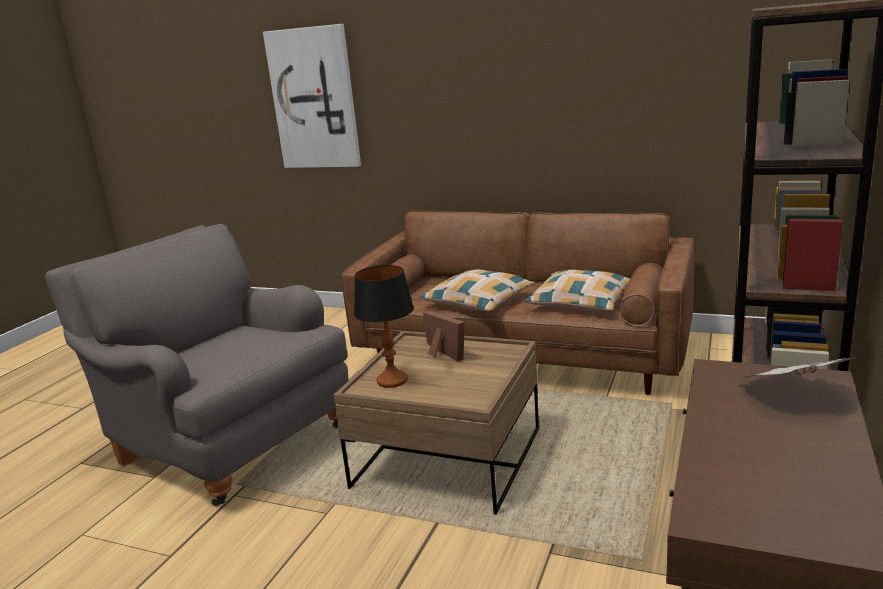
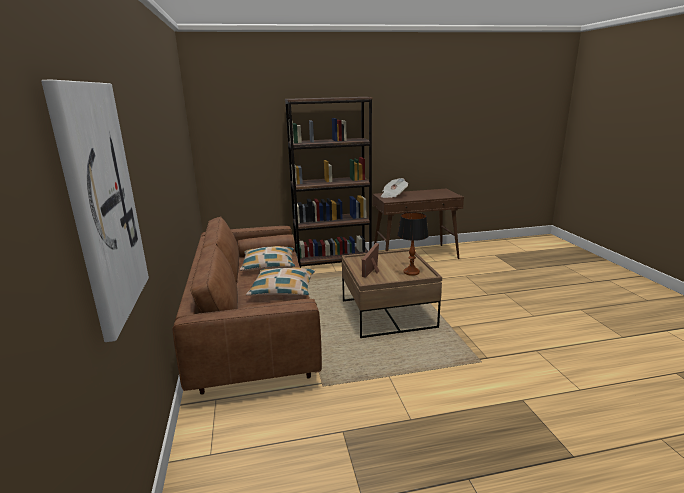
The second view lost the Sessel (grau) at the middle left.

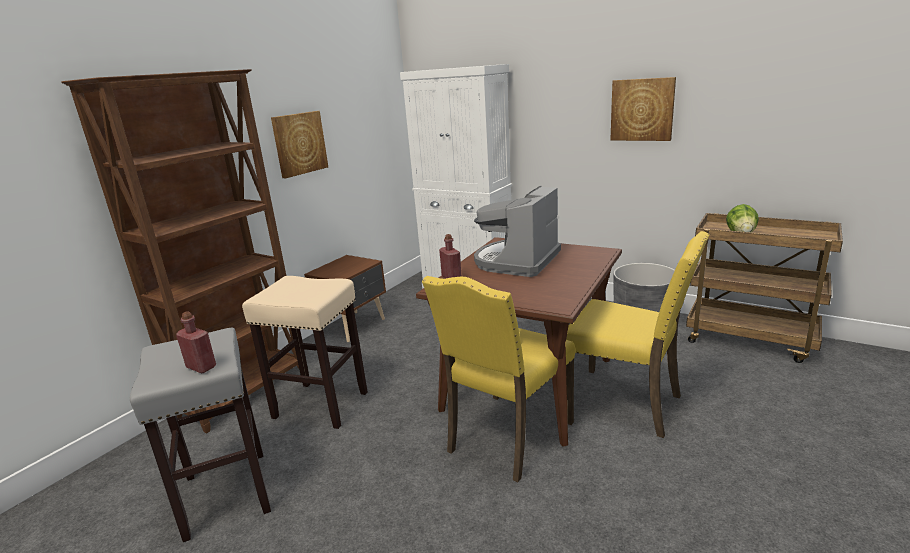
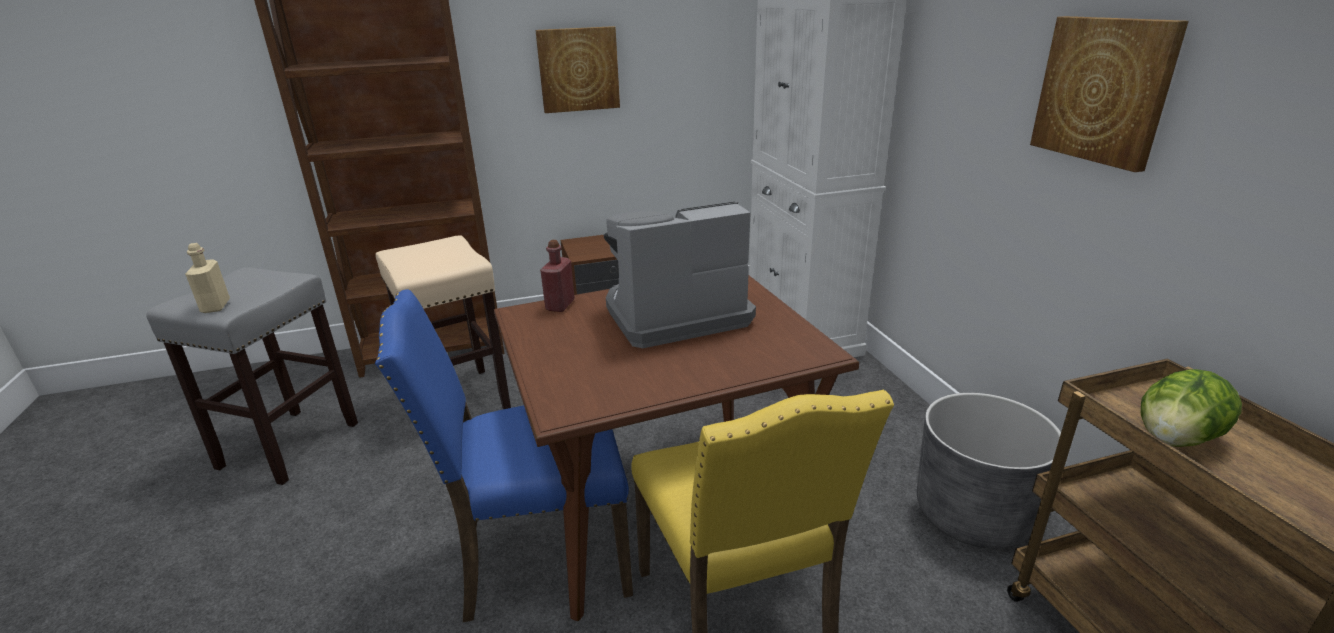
What was the Flasche (rot) (no. 1 from left) at the middle left turned into the Flasche (beige) at the middle left. What was the Stuhl (gelb) (no. 1 from left) at the bottom centre turned into the Stuhl (blau) at the bottom centre.

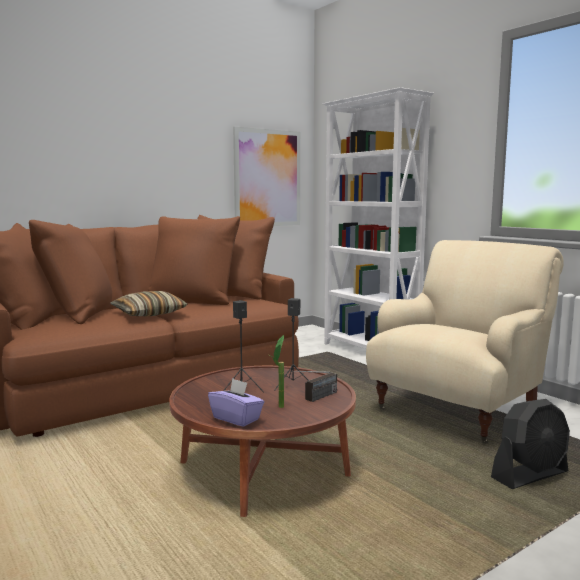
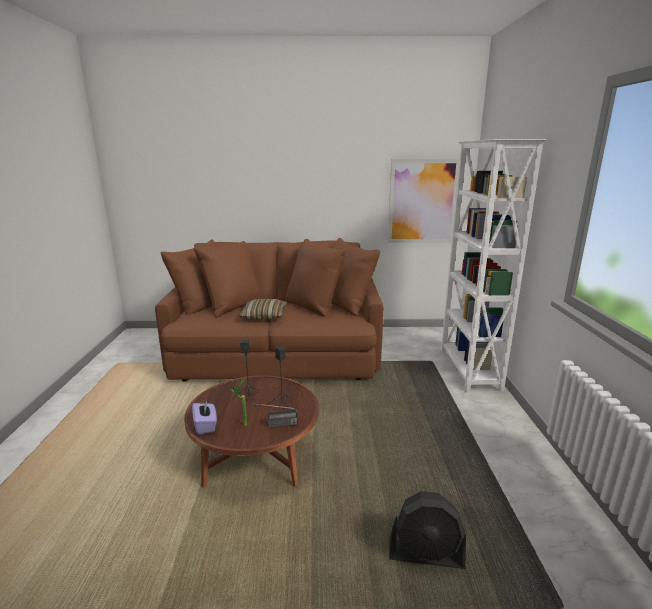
The second view lost the Sessel (beige) at the middle right.

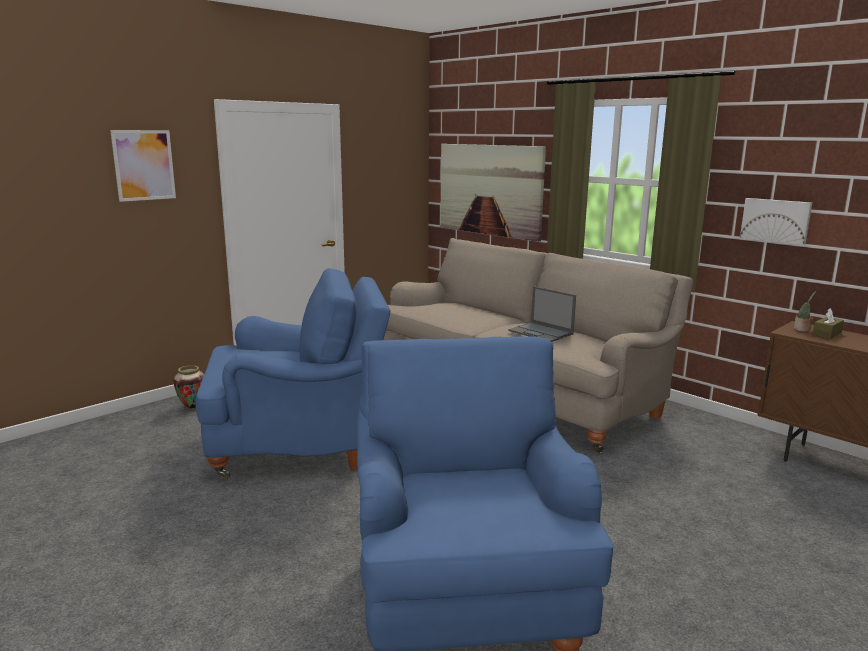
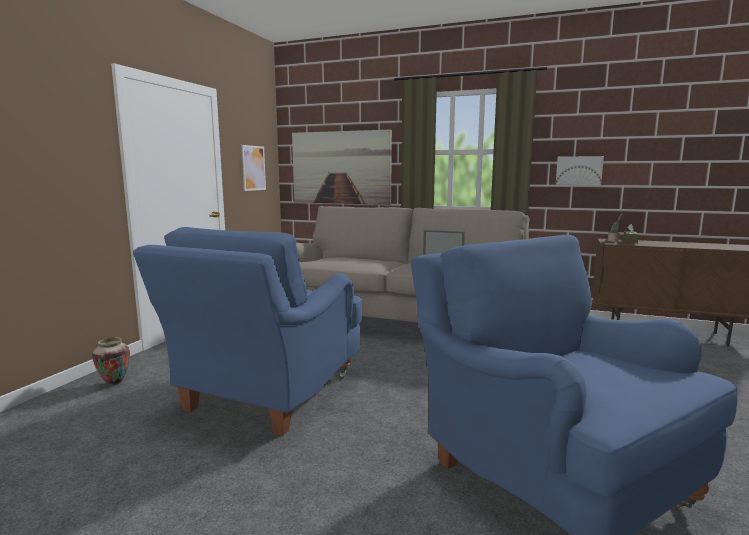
The Bild (no. 1 from left) ended up elsewhere, having gone from the top left to the top centre. The Sessel (blau) (no. 1 from left) at the centre ended up facing another way, 150 degrees clockwise from before.

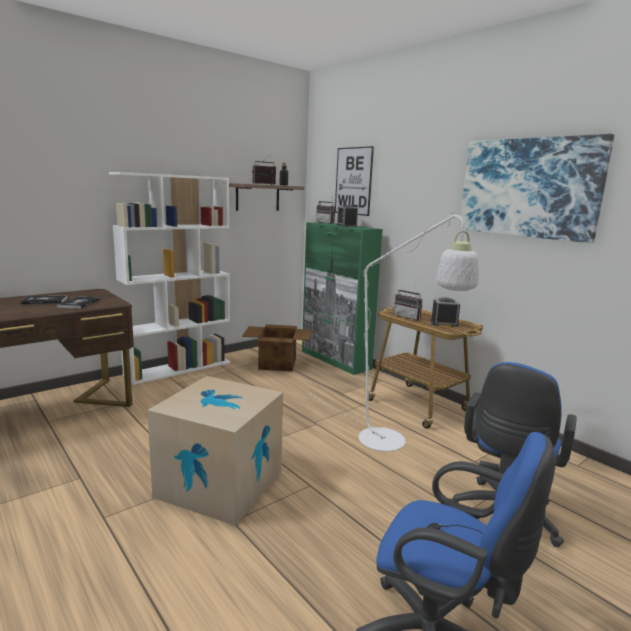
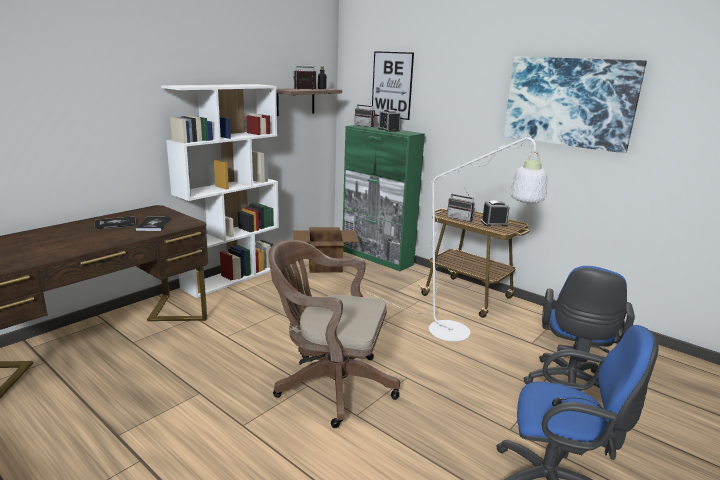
Where the Karton (no. 1 from left) stood at the bottom centre, the Bürostuhl (braun) came to stand at the bottom centre.

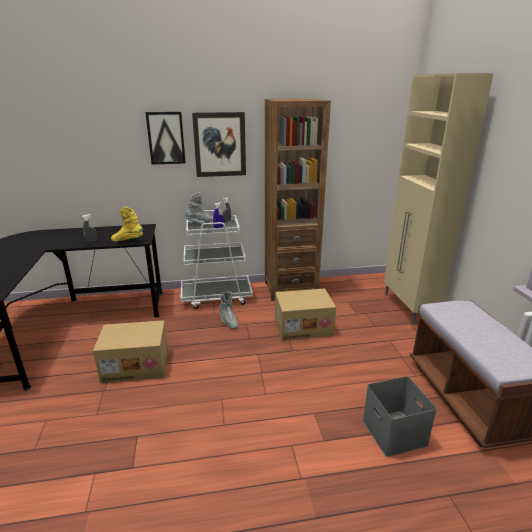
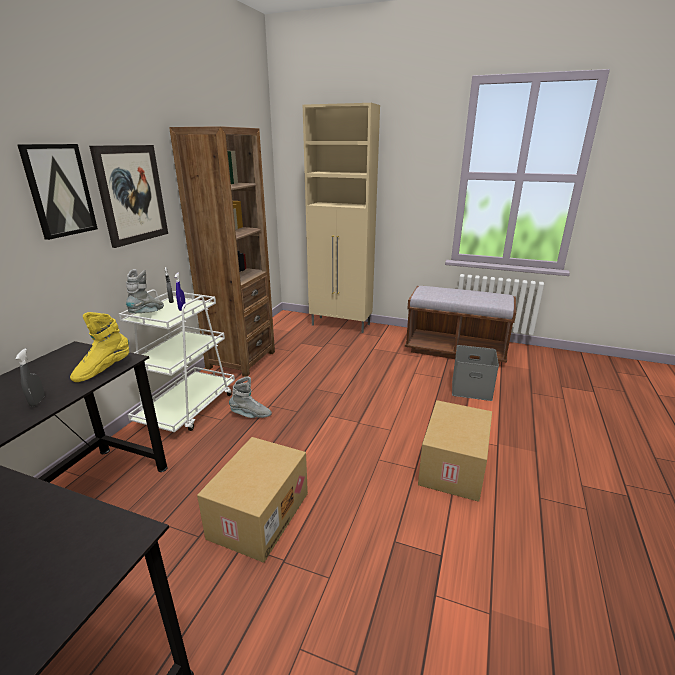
The Karton (no. 2 from left) ended up elsewhere, having gone from the centre to the bottom right.

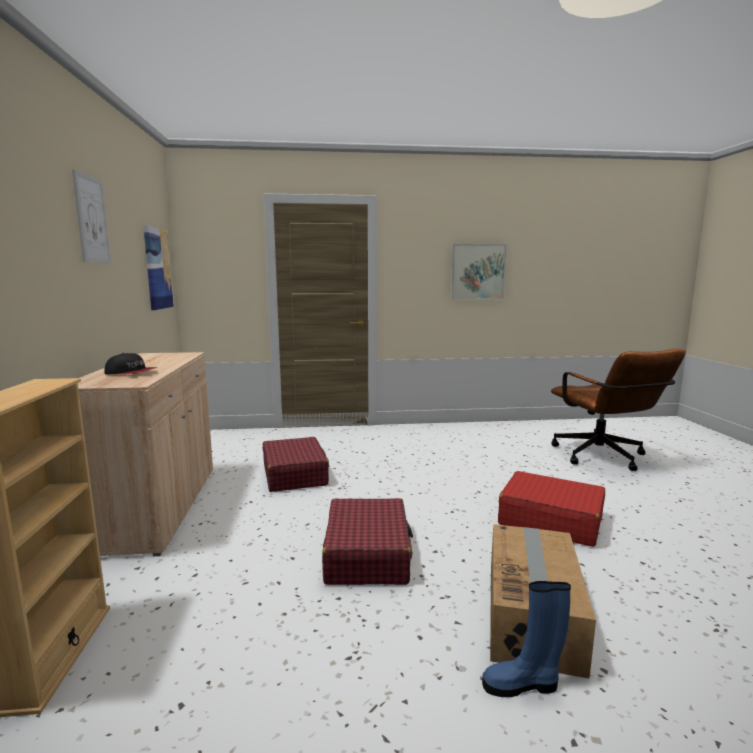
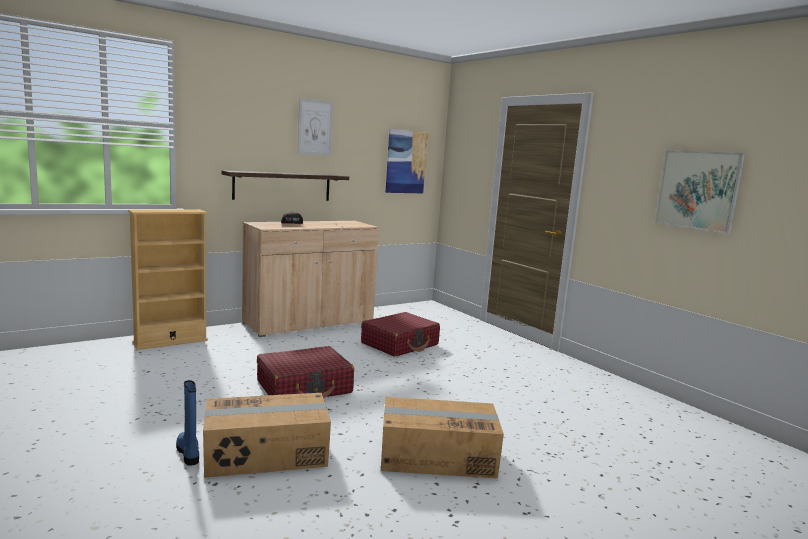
Where the Koffer (rot) (no. 3 from left) stood at the bottom right, the Karton (no. 2 from left) came to stand at the bottom centre. The second view lost the Bürostuhl (braun) at the middle right. The second view gained the Wandregal at the centre.

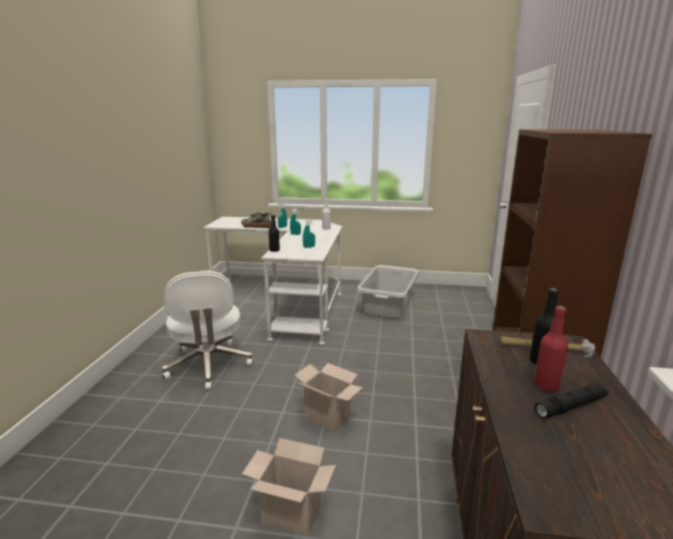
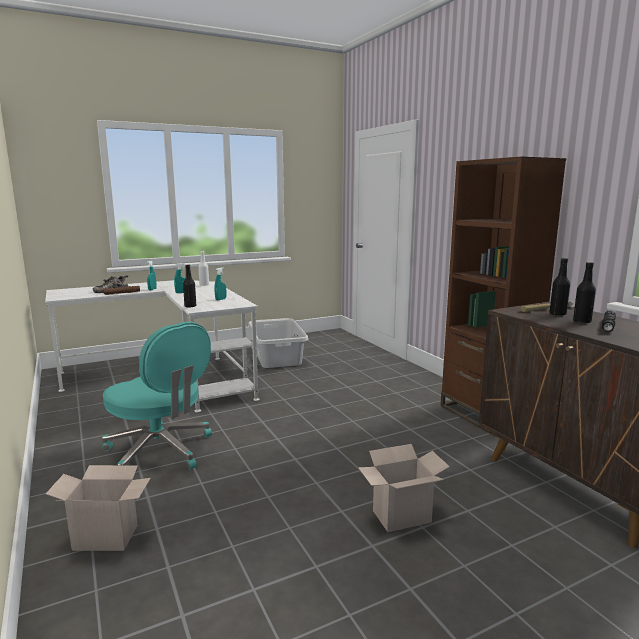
What was the Bürostuhl (weiß) at the middle left turned into the Bürostuhl (türkis) at the middle left. The Karton (no. 2 from left in the first image) ended up elsewhere, having gone from the bottom centre to the bottom left. What was the Flasche (rot) at the middle right turned into the Flasche (schwarz) (no. 3 from left) at the middle right.

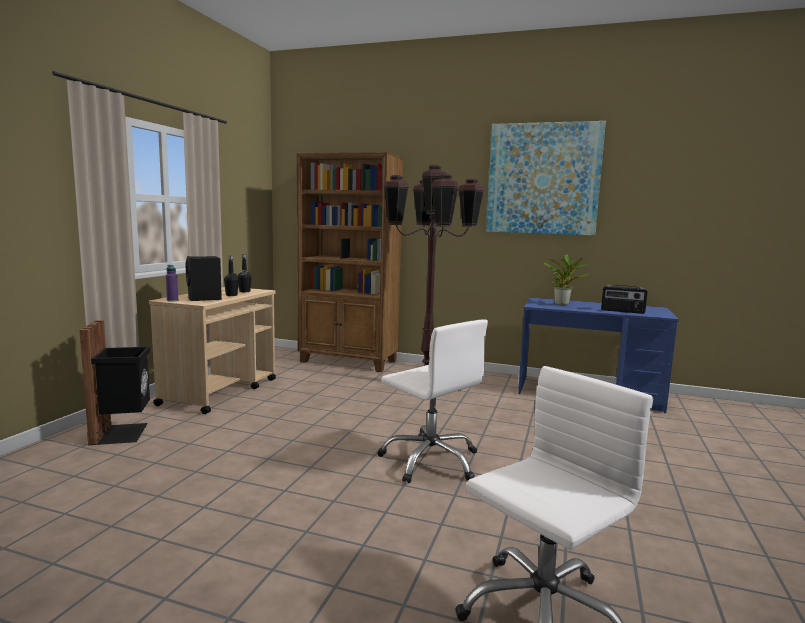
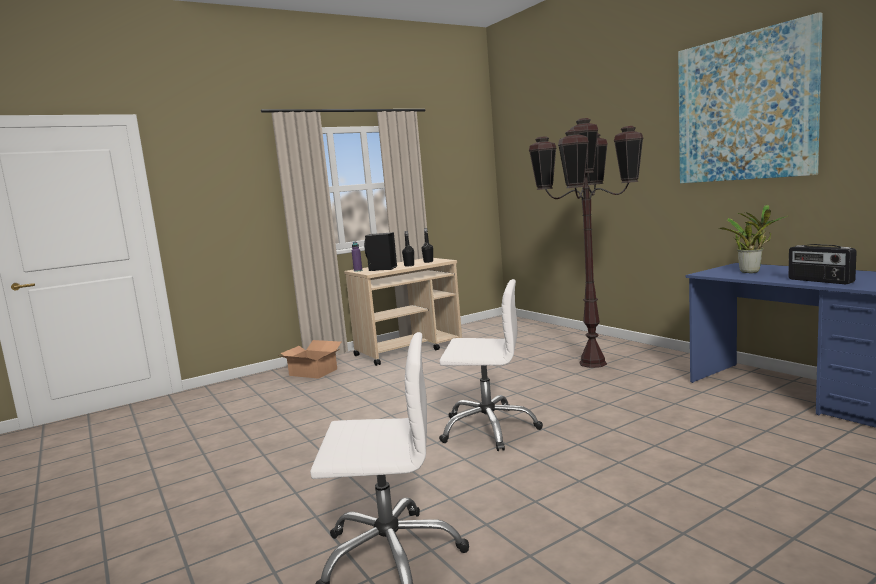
Where the Mülleimer (schwarz) stood at the middle left, the Karton came to stand at the centre. The second view lost the Bücherregal (braun) at the centre. The Bürostuhl (weiß) (no. 1 from left in the first image) at the centre ended up facing another way, 75 degrees counterclockwise from before.

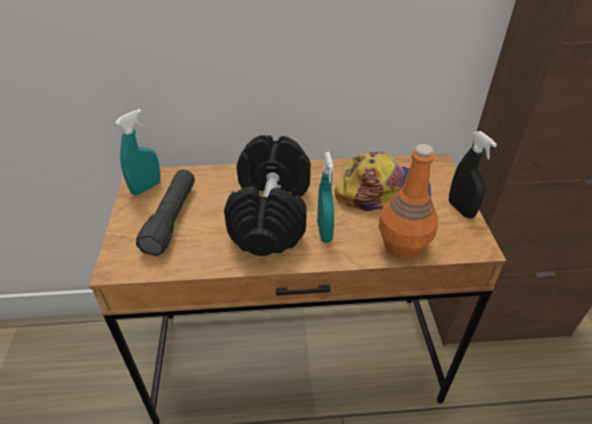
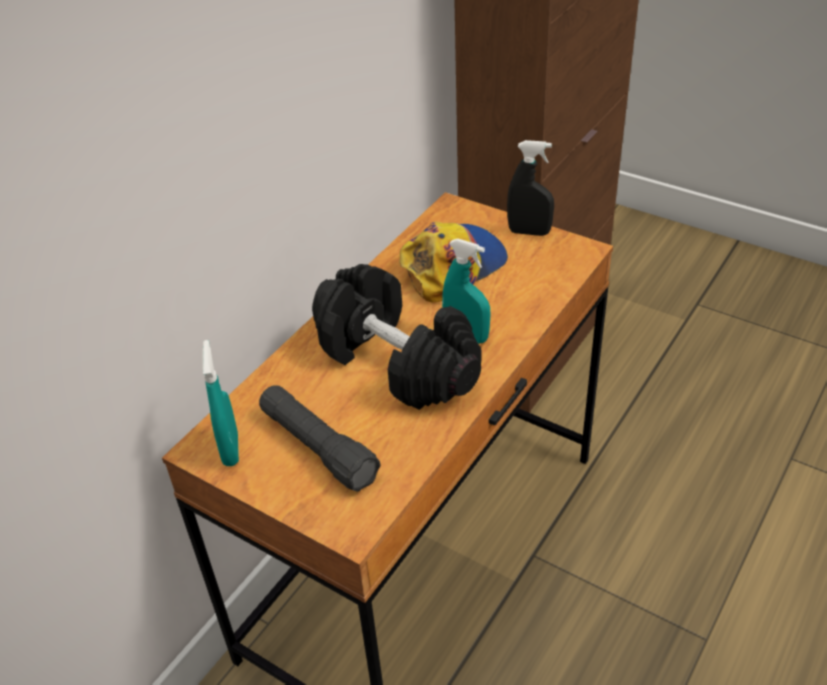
The second view lost the Flasche (orange) at the middle right.

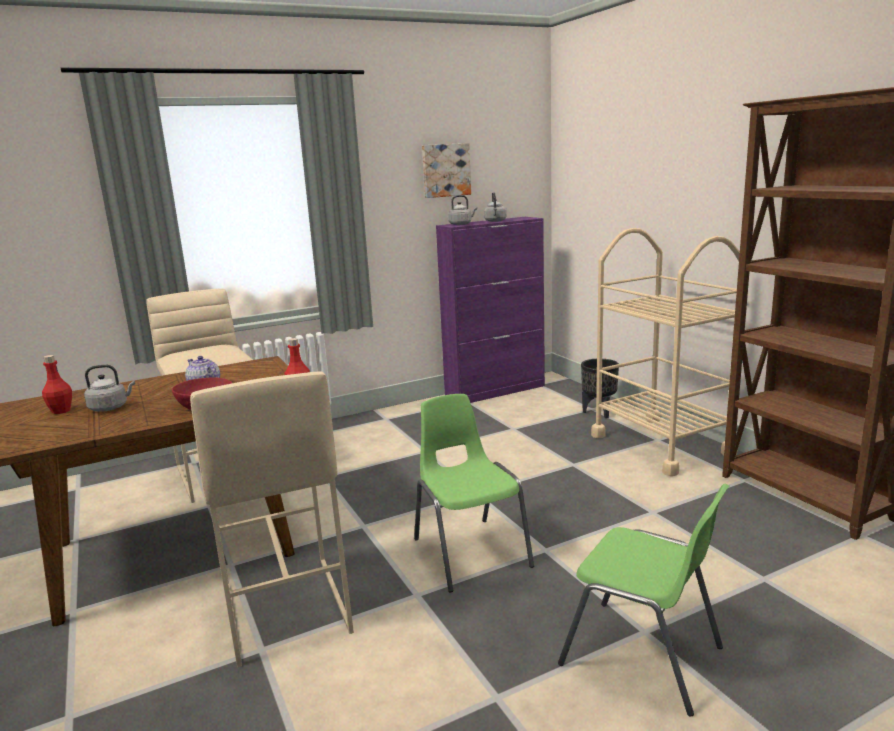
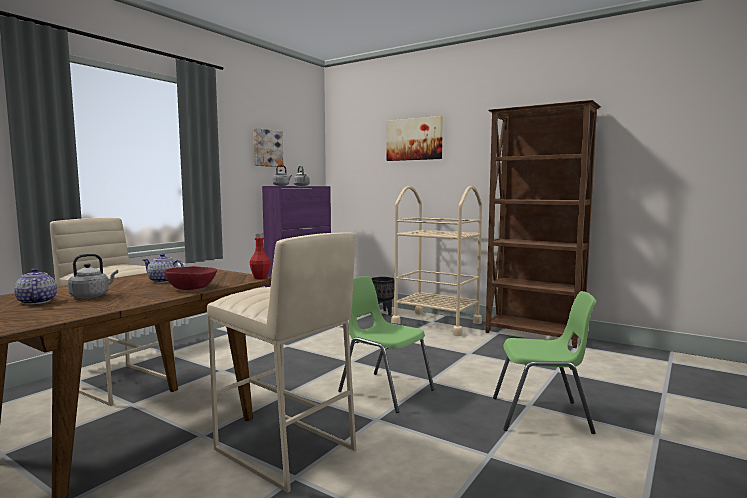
Where the Flasche (rot) (no. 1 from left) stood at the middle left, the Teekanne (no. 1 from left) came to stand at the middle left. The second view gained the Bild (no. 2 from left) at the top centre.

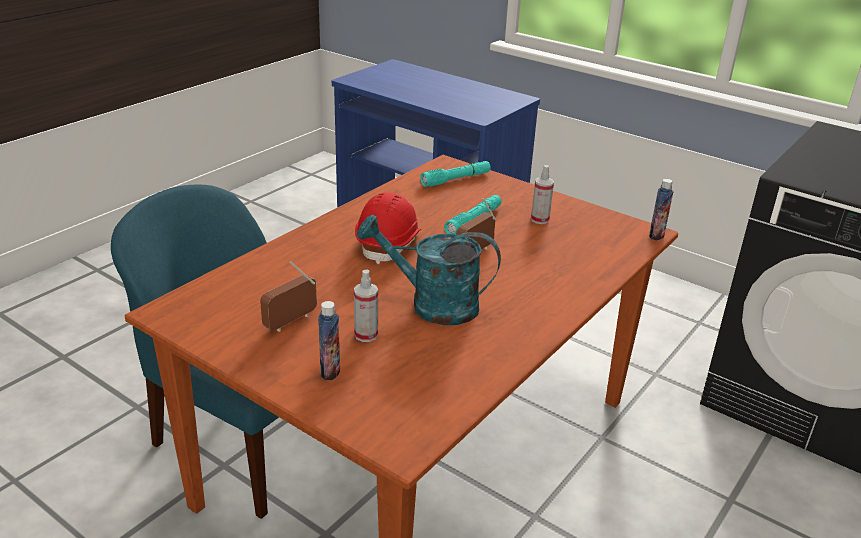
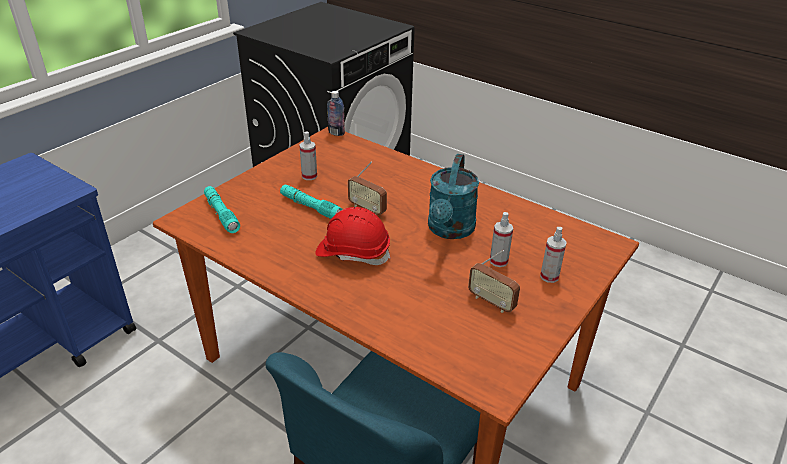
Where the Flasche (no. 1 from left) stood at the centre, the Sprühflasche (no. 3 from left) came to stand at the middle right.

